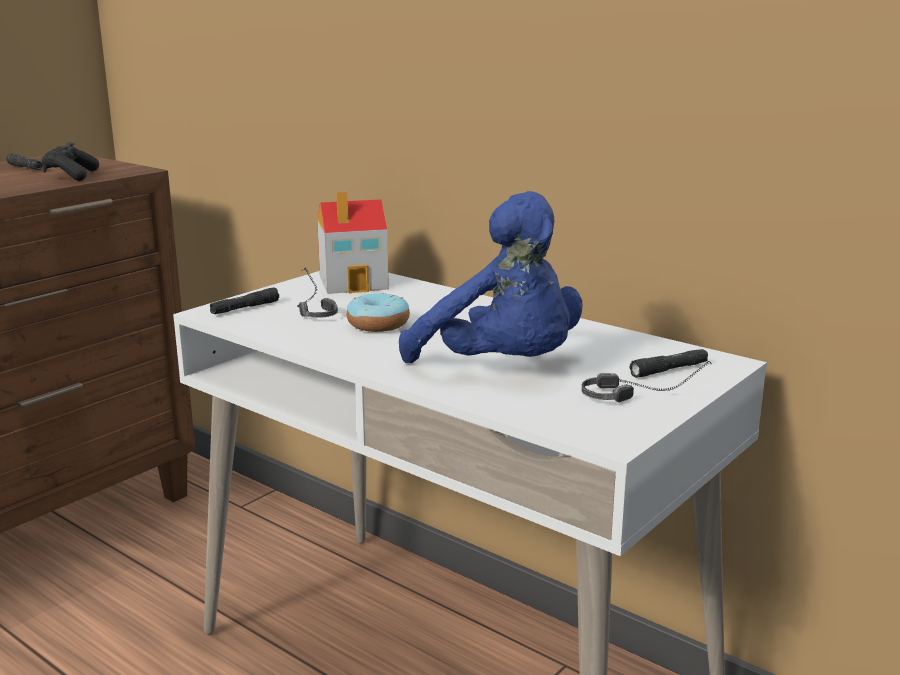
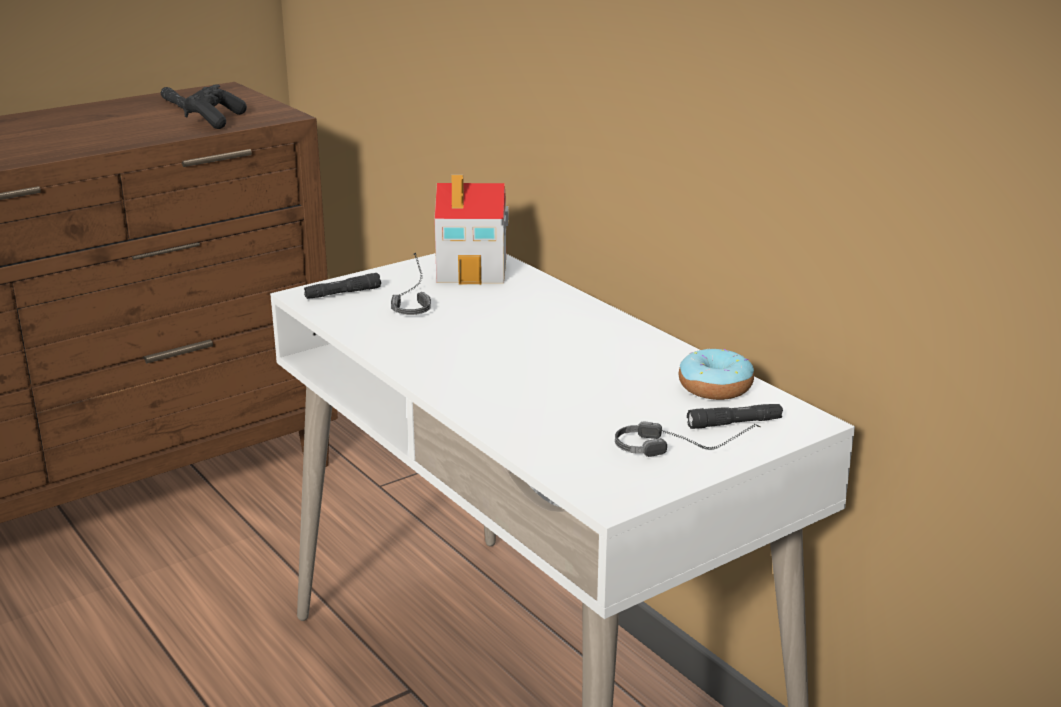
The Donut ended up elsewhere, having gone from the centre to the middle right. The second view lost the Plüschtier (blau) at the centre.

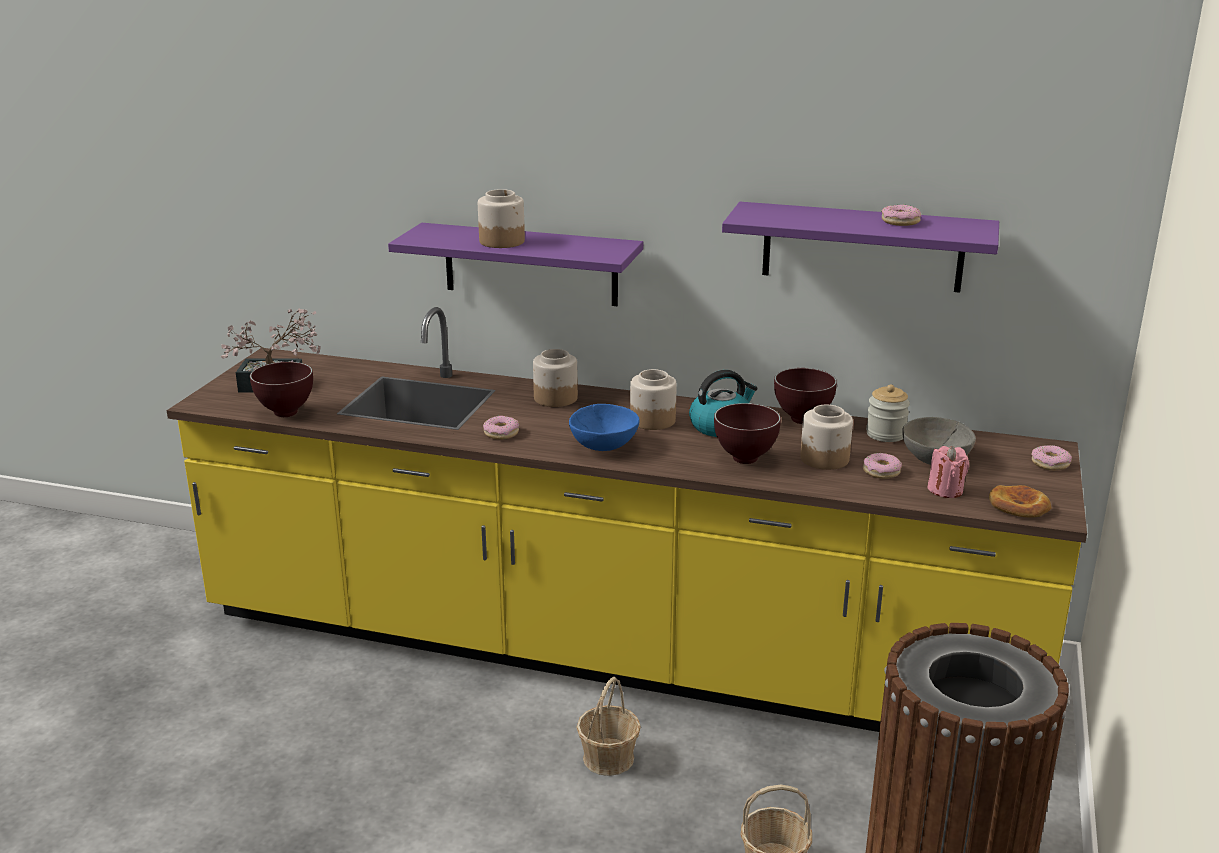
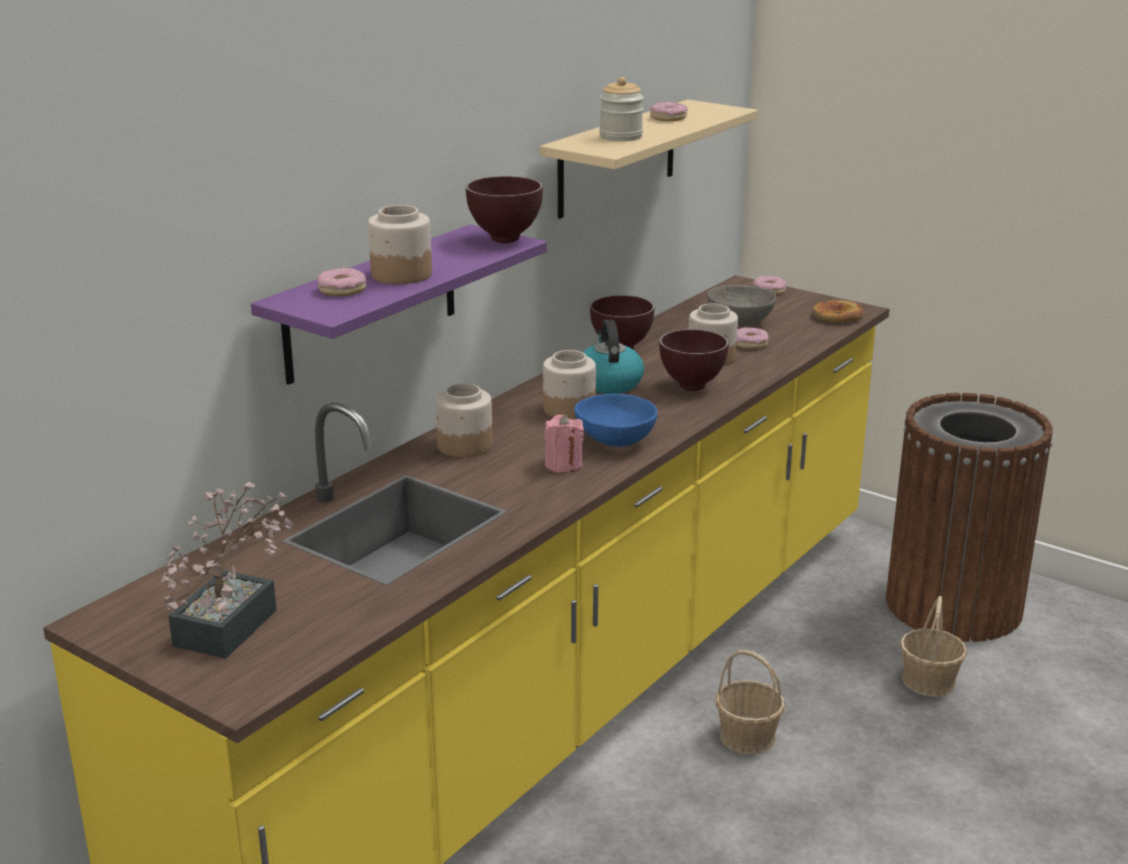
The Schüssel (braun) (no. 1 from left) ended up elsewhere, having gone from the middle left to the top centre. The Donut (no. 1 from left) ended up elsewhere, having gone from the centre to the top left. What was the Wandregal (lila) (no. 2 from left) at the top right turned into the Wandregal (beige) at the top centre. The Vorratsglas (no. 5 from left in the first image) ended up elsewhere, having gone from the middle right to the top centre. The Kerze (rosa) ended up elsewhere, having gone from the middle right to the centre.

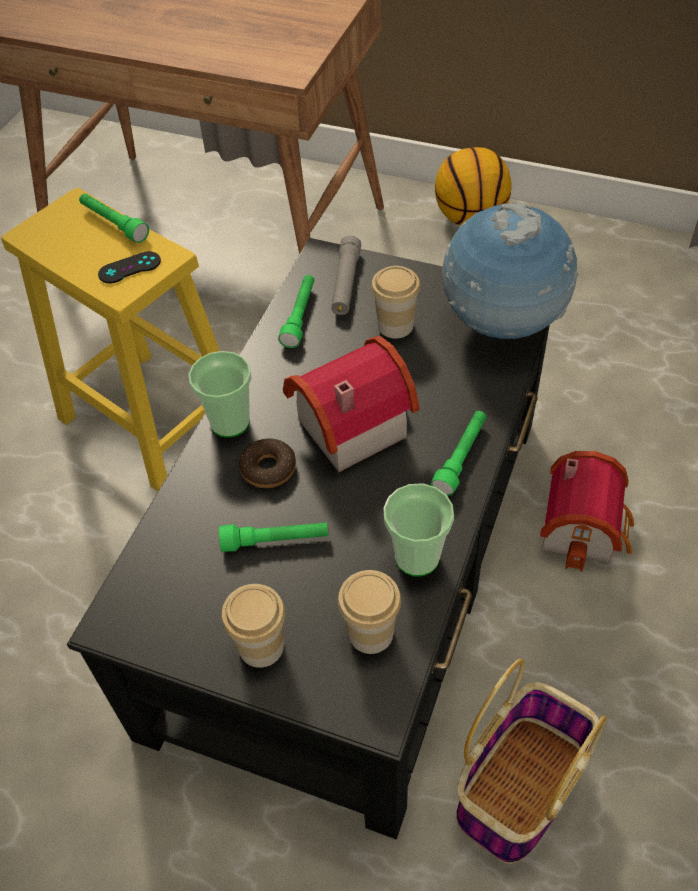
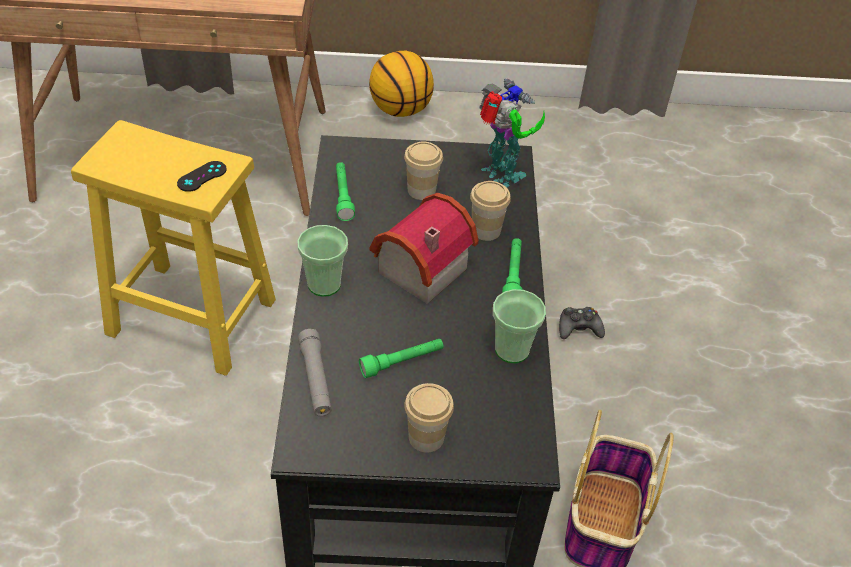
The second view lost the Taschenlampe (grün) (no. 1 from left) at the top left. The second view lost the Donut at the centre. The Taschenlampe (grau) ended up elsewhere, having gone from the top centre to the centre. The Tasse (no. 3 from left in the first image) ended up elsewhere, having gone from the bottom centre to the centre. Where the Globus stood at the top right, the Spielzeugroboter came to stand at the top centre. Where the Spielzeughaus (no. 2 from left) stood at the middle right, the Gamepad (schwarz) (no. 2 from left) came to stand at the middle right.

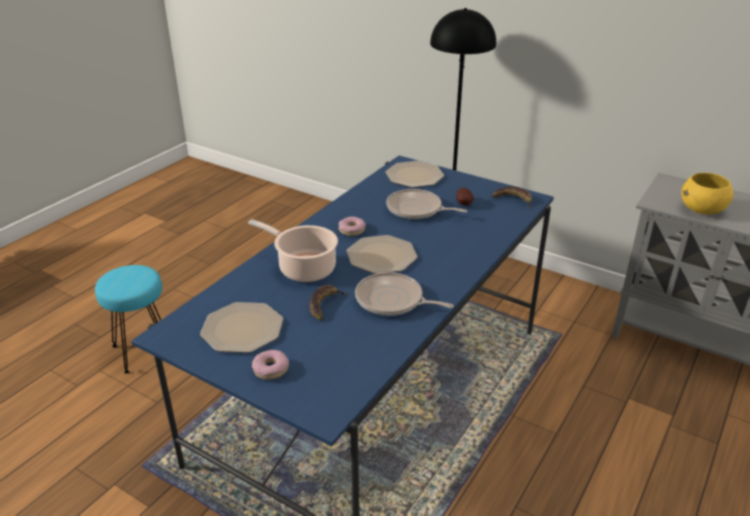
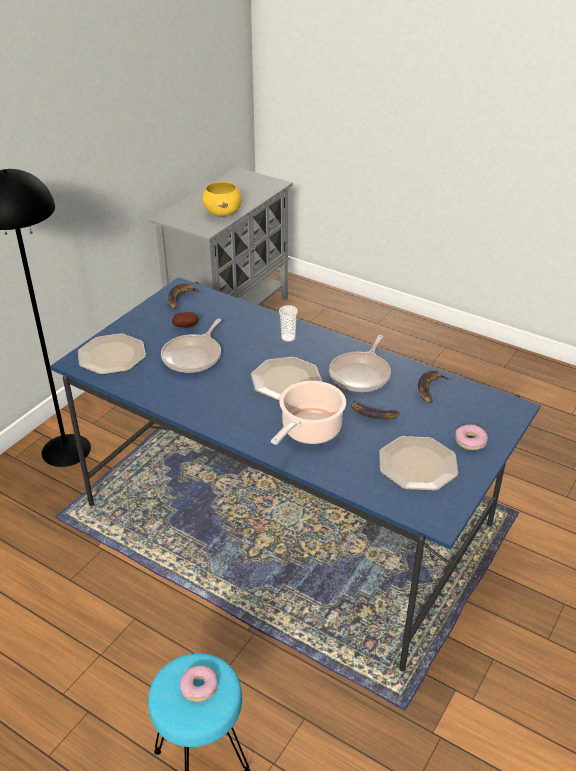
The Donut (no. 2 from left in the first image) ended up elsewhere, having gone from the centre to the bottom centre. The second view gained the Tasse at the centre. The second view gained the Banane (no. 3 from left) at the middle right.

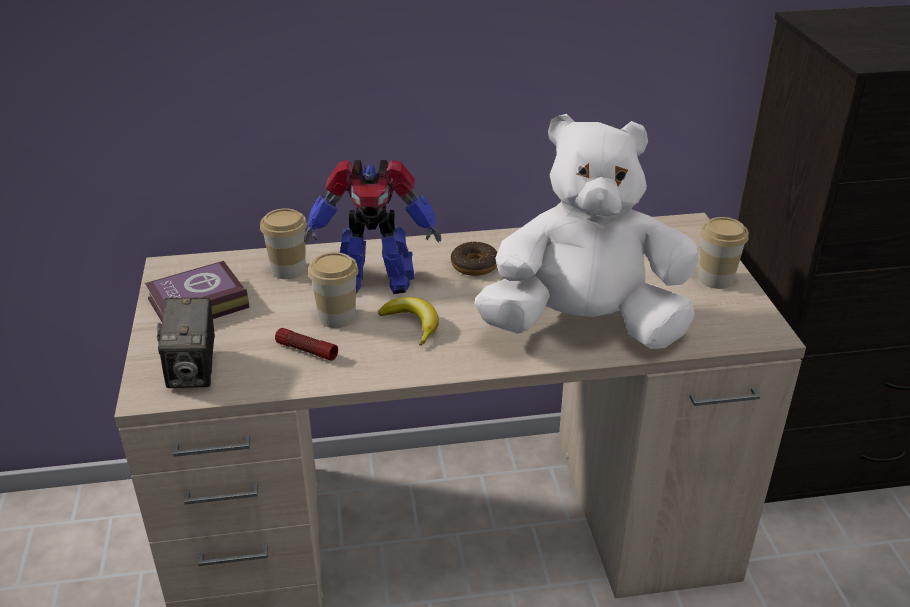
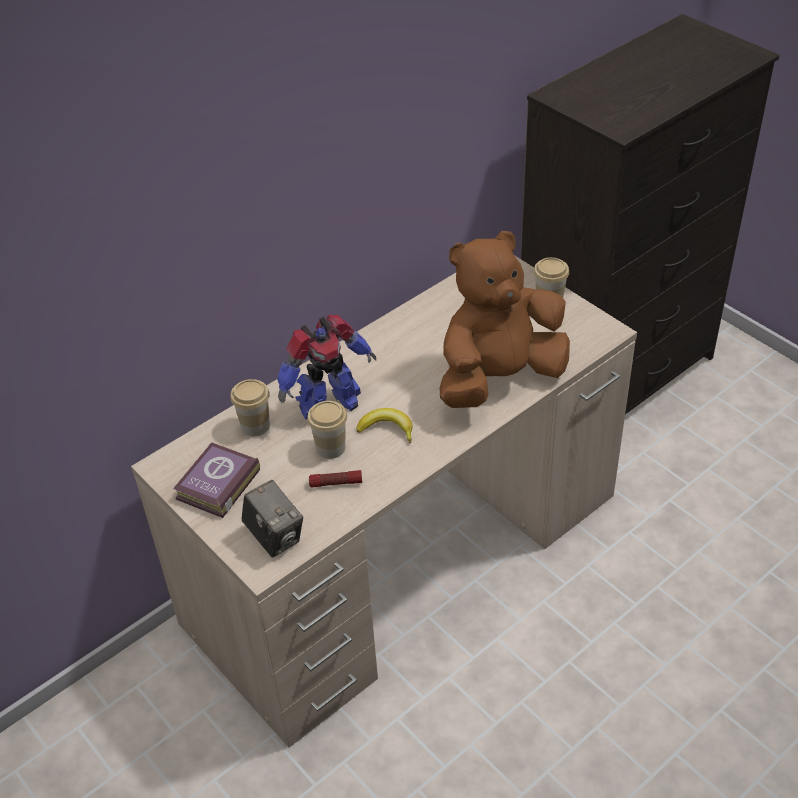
The second view lost the Donut at the centre. What was the Plüschtier (weiß) at the centre turned into the Plüschtier (braun) at the centre.

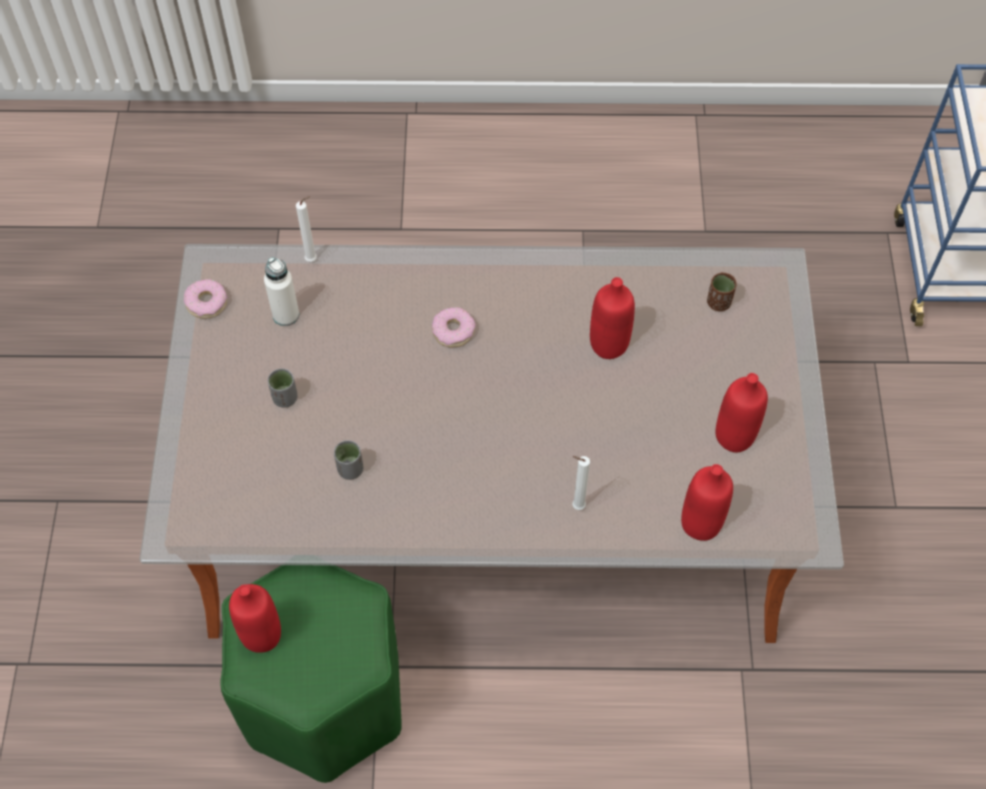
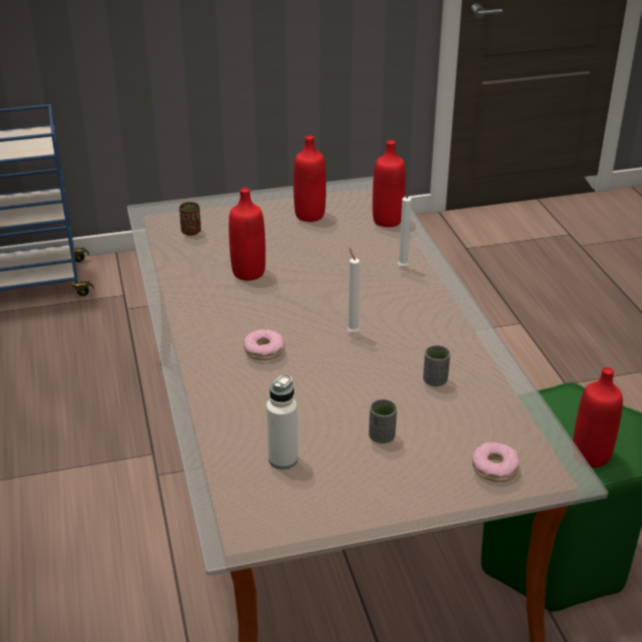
The Donut (no. 1 from left in the first image) ended up elsewhere, having gone from the middle left to the bottom right. The Kerze (weiß) (no. 1 from left) ended up elsewhere, having gone from the top left to the centre.

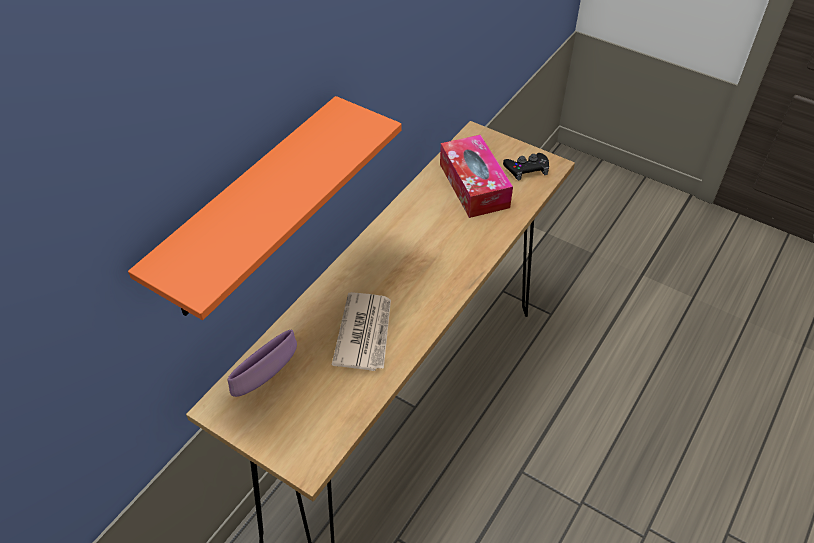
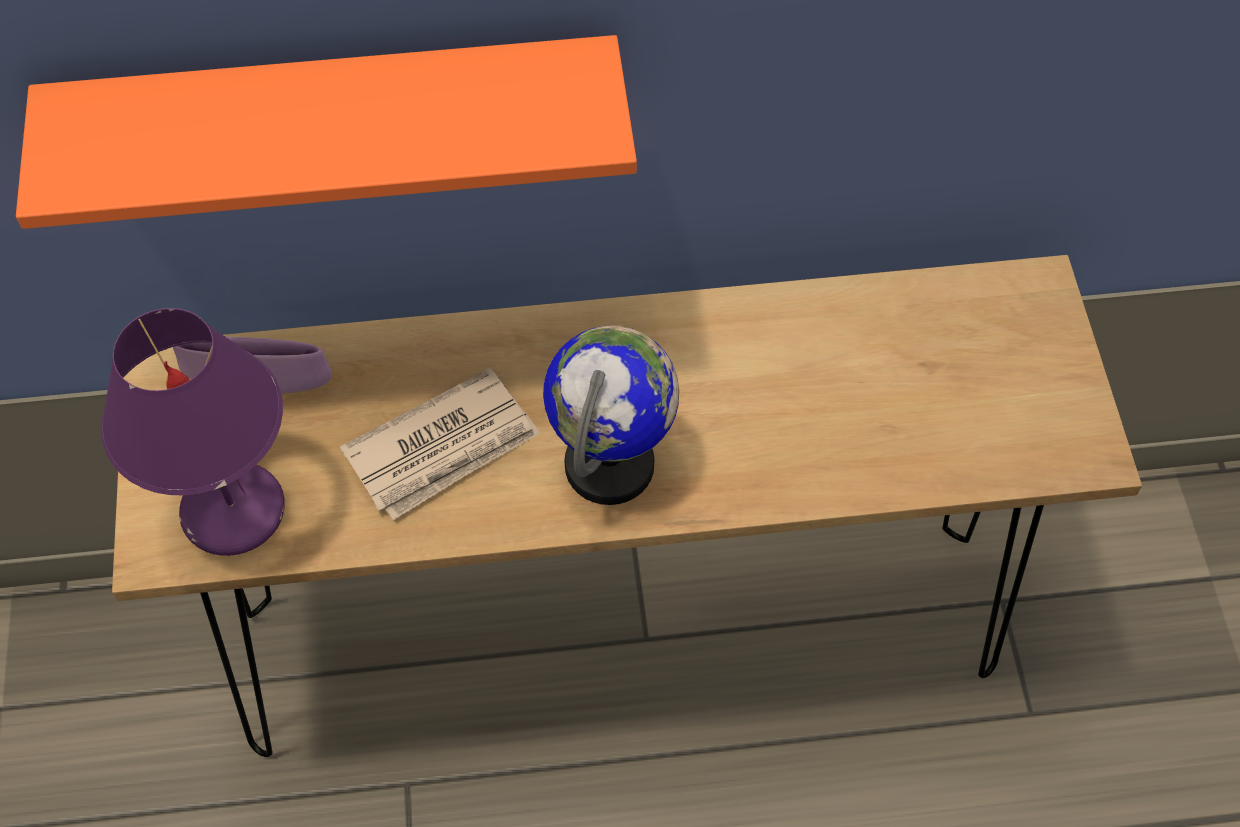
The second view lost the Taschentuchbox at the top centre. The second view lost the Gamepad (schwarz) at the top centre. The second view gained the Tischlampe (lila) at the middle left. The second view gained the Globus at the centre.

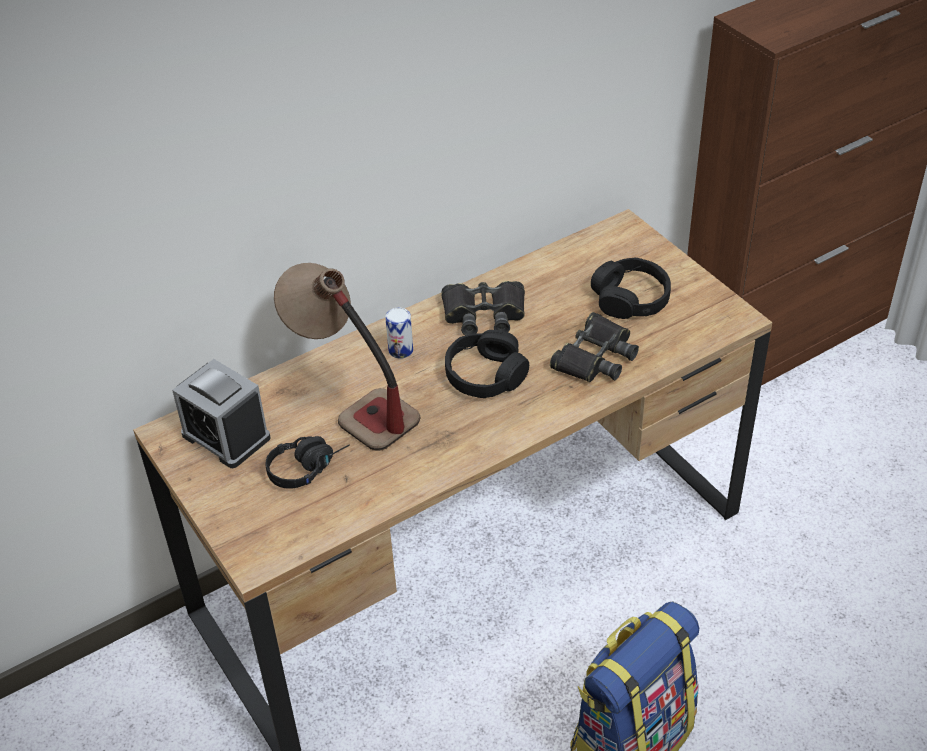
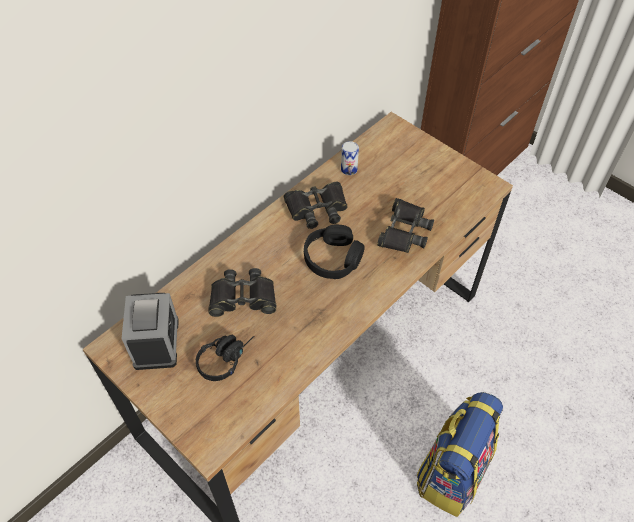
The Wecker at the middle left ended up facing another way, 120 degrees counterclockwise from before. Where the Tischlampe stood at the centre, the Fernglas (schwarz) (no. 1 from left) came to stand at the centre. The Dose ended up elsewhere, having gone from the centre to the top centre. The second view lost the Kopfhörer (schwarz) (no. 3 from left) at the middle right.

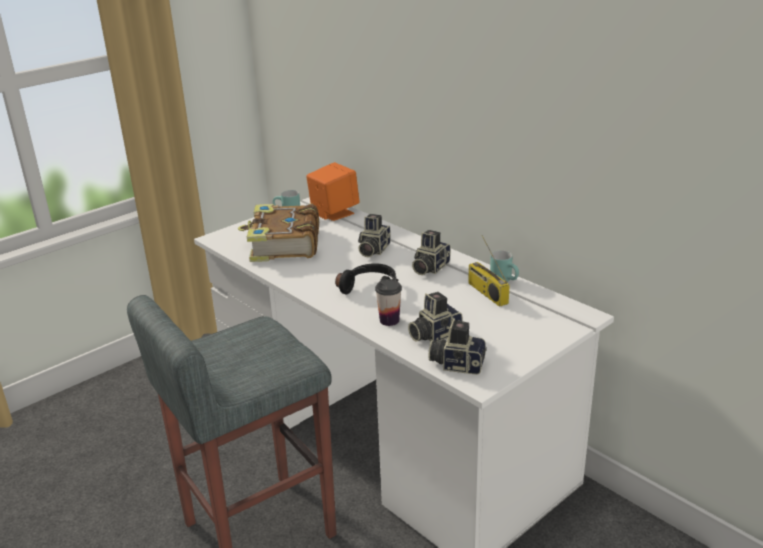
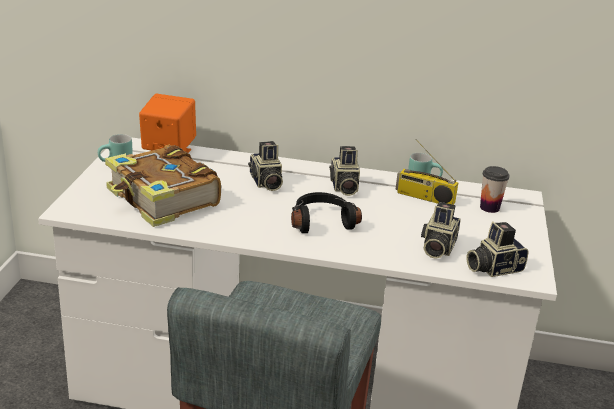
The Tasse ended up elsewhere, having gone from the centre to the middle right.

